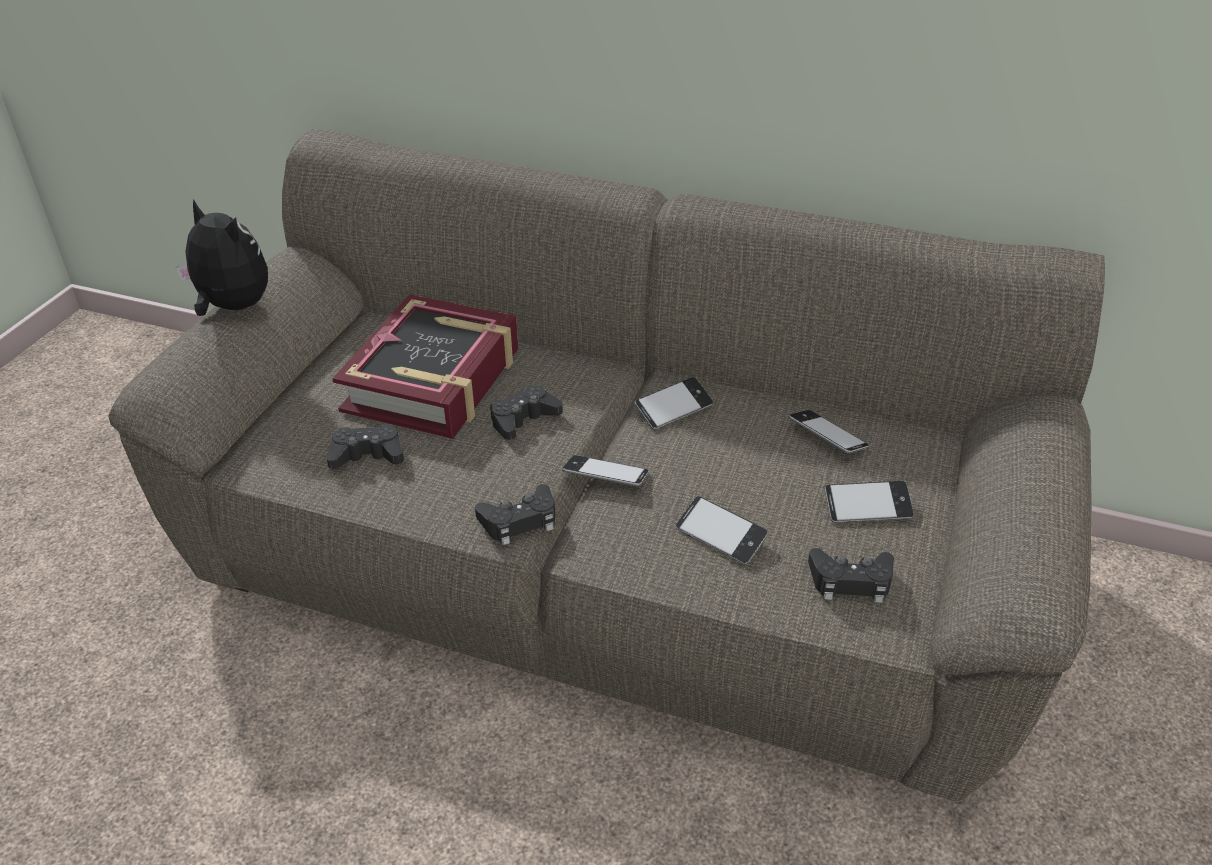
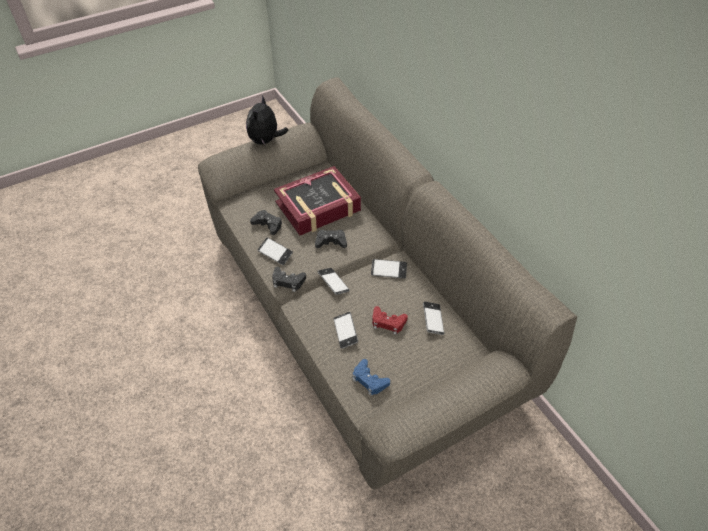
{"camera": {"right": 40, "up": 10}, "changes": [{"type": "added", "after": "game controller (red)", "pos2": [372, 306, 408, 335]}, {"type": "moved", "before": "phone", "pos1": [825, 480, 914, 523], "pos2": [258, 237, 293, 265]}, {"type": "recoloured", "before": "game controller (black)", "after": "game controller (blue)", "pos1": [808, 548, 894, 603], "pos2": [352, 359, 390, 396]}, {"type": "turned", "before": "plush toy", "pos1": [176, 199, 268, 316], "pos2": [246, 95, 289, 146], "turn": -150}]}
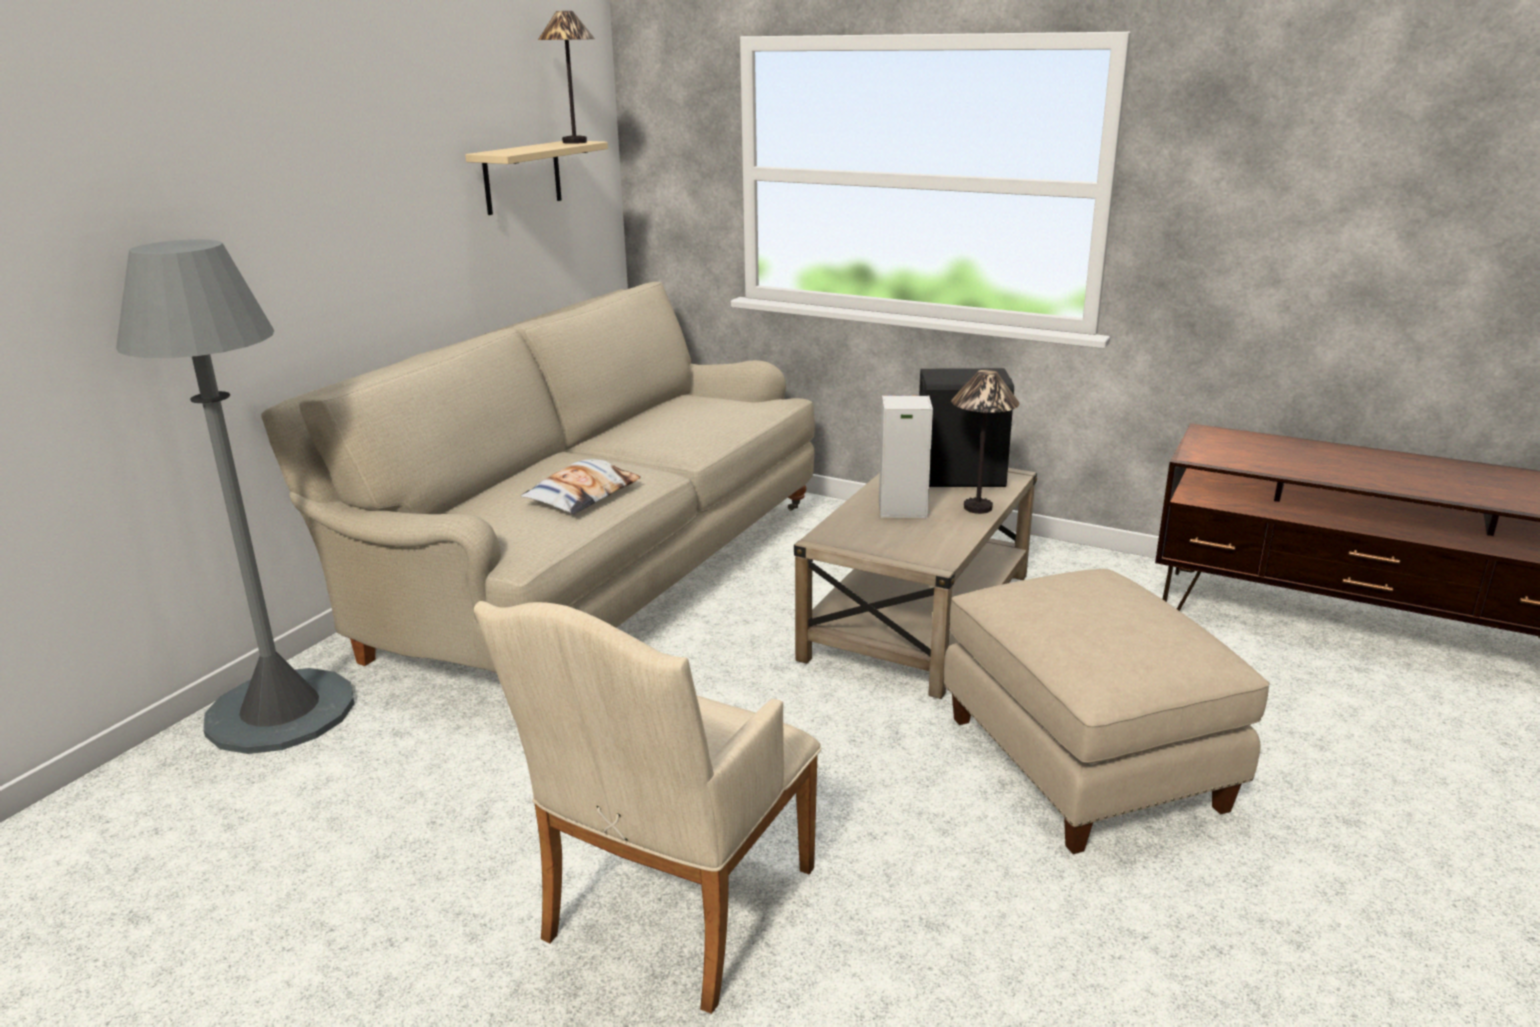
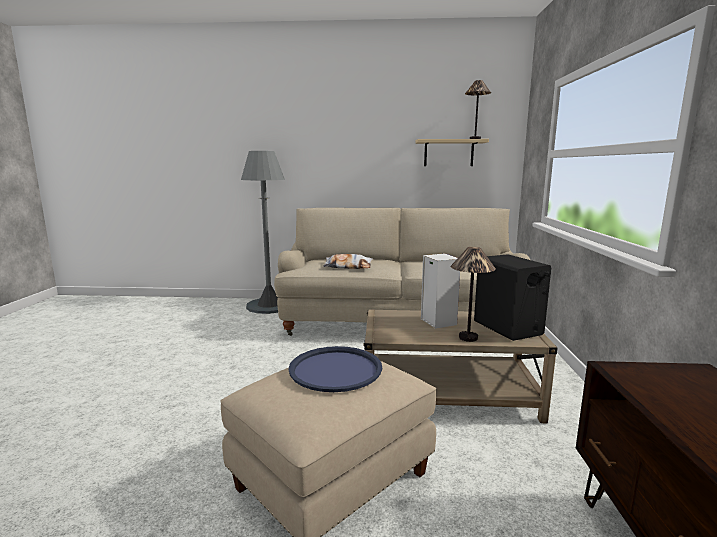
{"camera": {"right": 65, "up": -10}, "changes": [{"type": "removed", "before": "armchair (beige)", "pos1": [474, 601, 821, 1014]}, {"type": "added", "after": "tray (blue)", "pos2": [289, 346, 382, 392]}]}
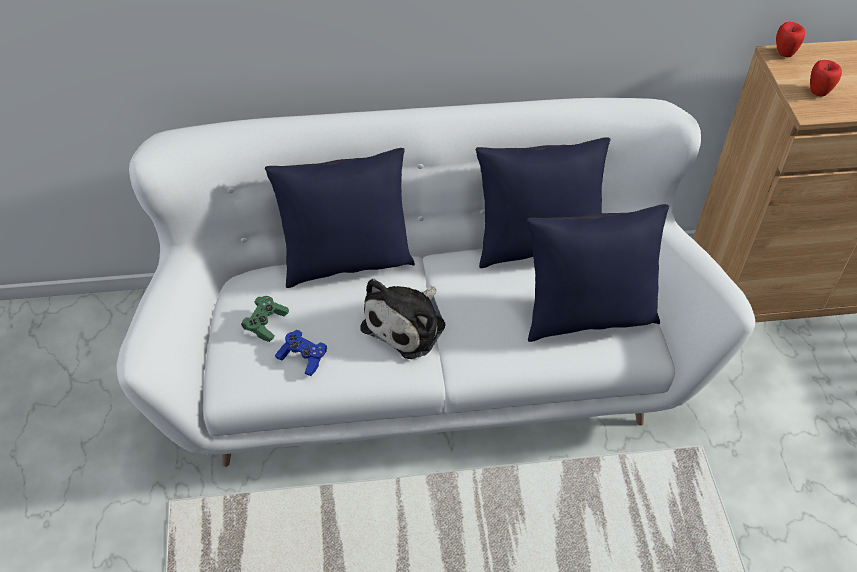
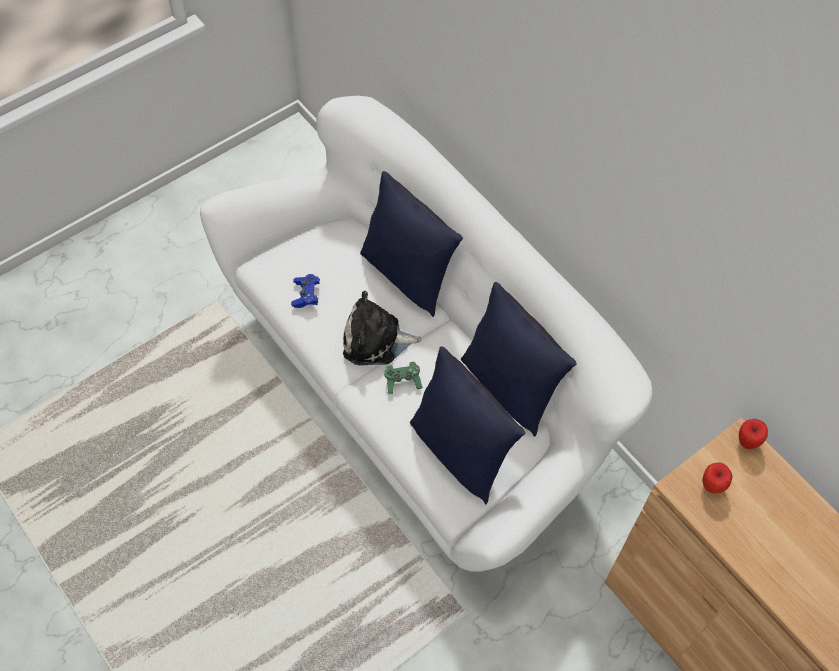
{"camera": {"right": 60, "up": 10}, "changes": [{"type": "moved", "before": "game controller (green)", "pos1": [241, 296, 289, 342], "pos2": [384, 362, 423, 394]}]}
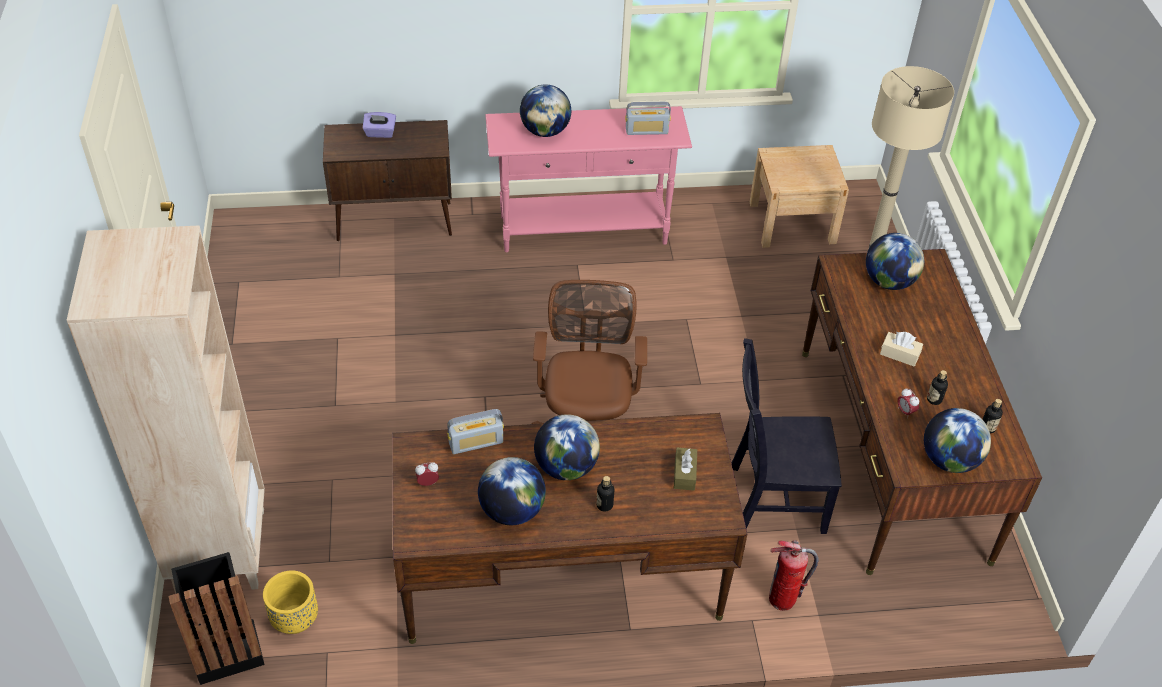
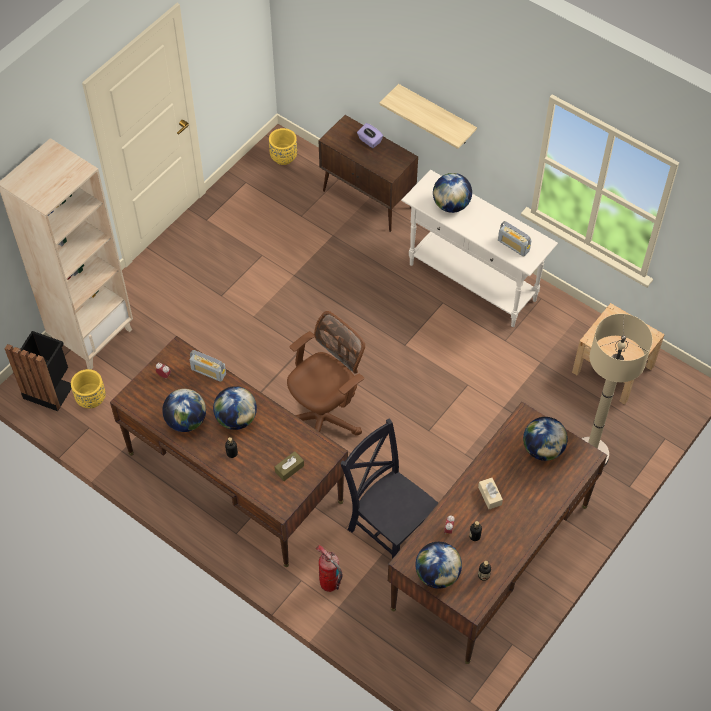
{"camera": {"right": 45, "up": 10}, "changes": [{"type": "added", "after": "planter (yellow)", "pos2": [269, 128, 297, 165]}, {"type": "added", "after": "shelf", "pos2": [379, 84, 477, 149]}, {"type": "recoloured", "before": "console table (pink)", "after": "console table (white)", "pos1": [485, 106, 692, 252], "pos2": [401, 170, 558, 327]}]}
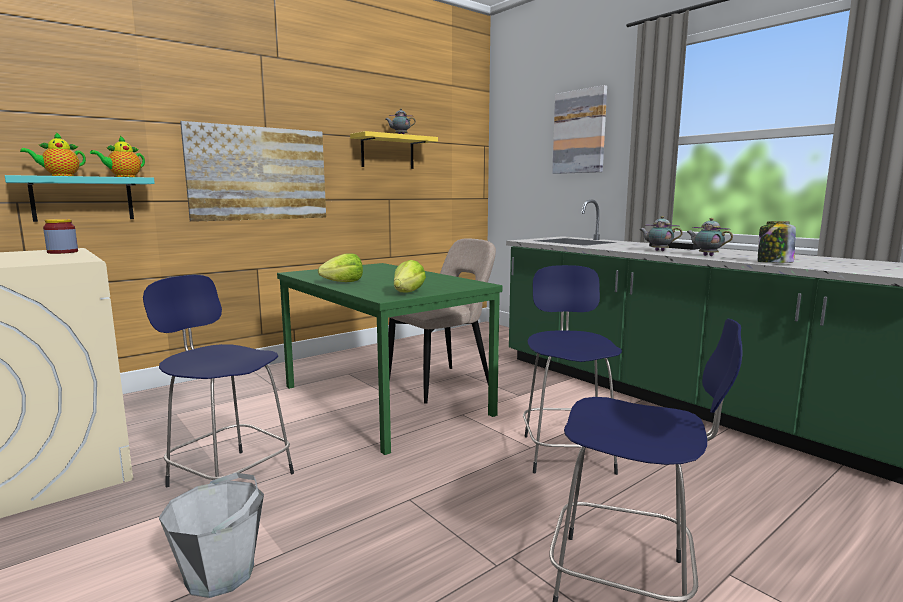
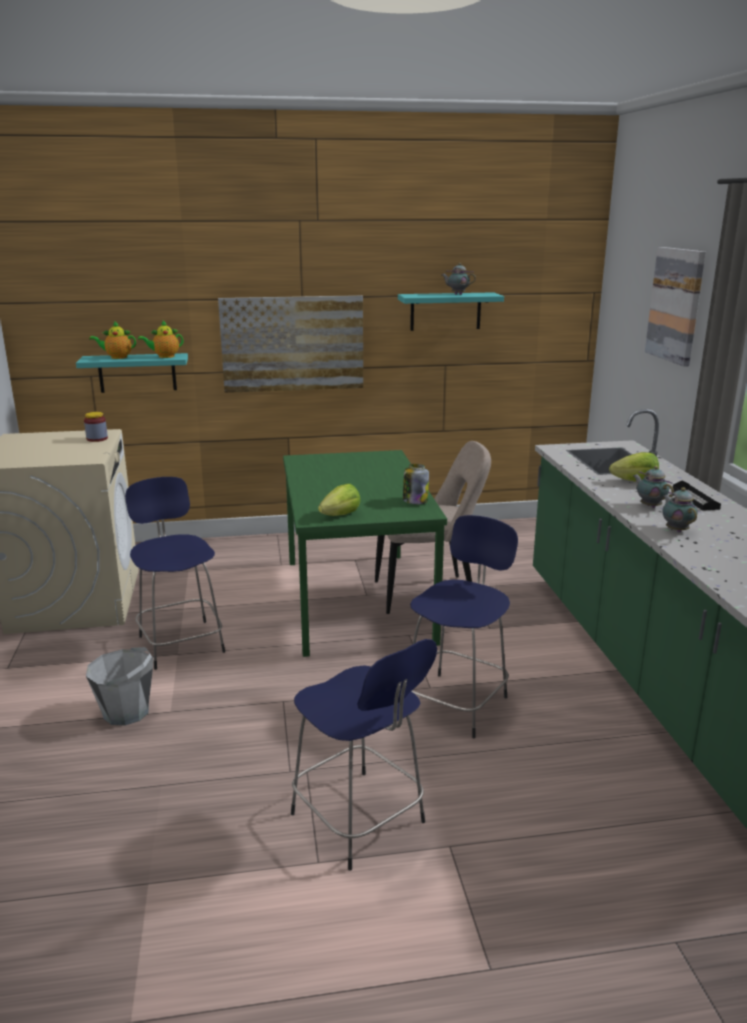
{"camera": {"right": 30, "up": 10}, "changes": [{"type": "moved", "before": "lettuce", "pos1": [318, 253, 363, 282], "pos2": [609, 452, 659, 482]}, {"type": "moved", "before": "jar", "pos1": [758, 221, 796, 263], "pos2": [403, 464, 429, 504]}, {"type": "recoloured", "before": "shelf (yellow)", "after": "shelf (turquoise)", "pos1": [350, 131, 438, 169], "pos2": [398, 292, 504, 331]}]}
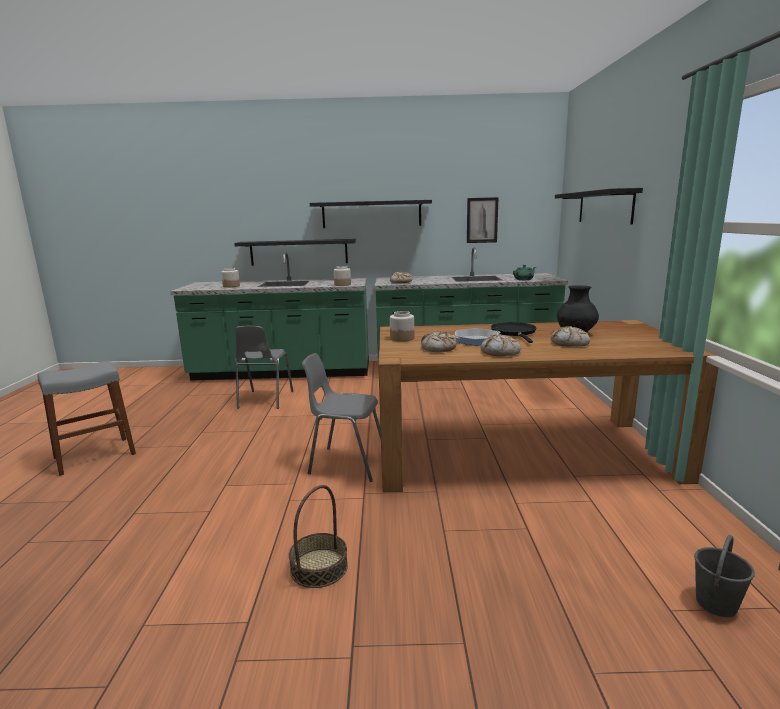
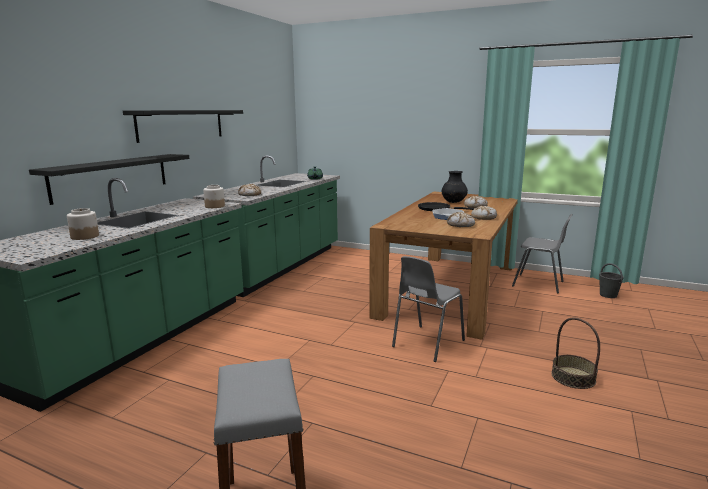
{"camera": {"right": -65, "up": 0}, "changes": [{"type": "removed", "before": "jar", "pos1": [390, 311, 414, 342]}, {"type": "removed", "before": "picture", "pos1": [467, 197, 499, 243]}, {"type": "removed", "before": "shelf (black)", "pos1": [555, 188, 643, 224]}, {"type": "moved", "before": "chair (grey)", "pos1": [235, 326, 293, 409], "pos2": [512, 214, 573, 294]}]}
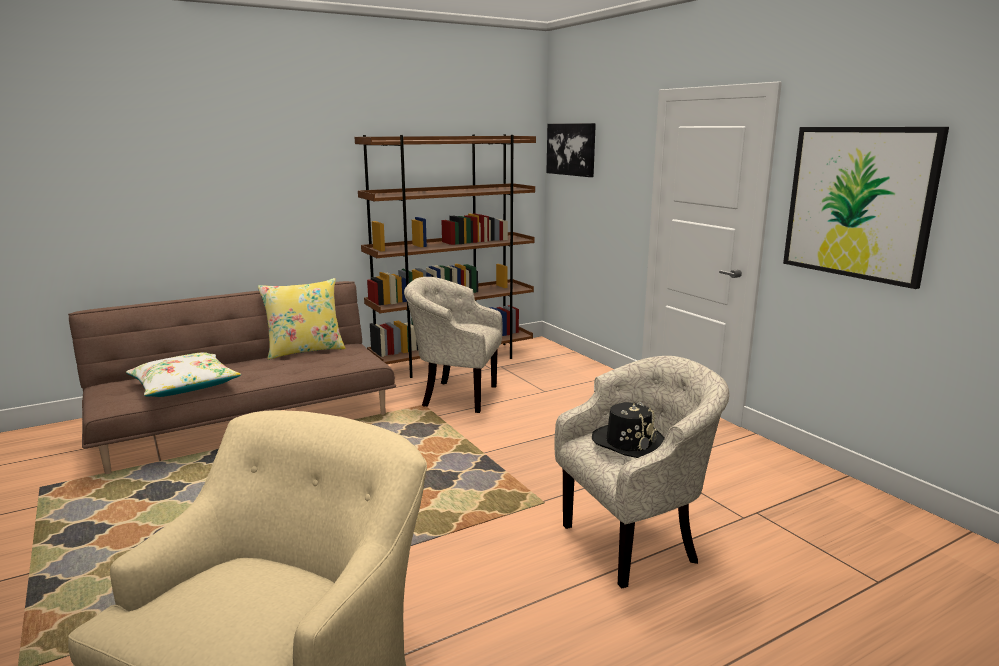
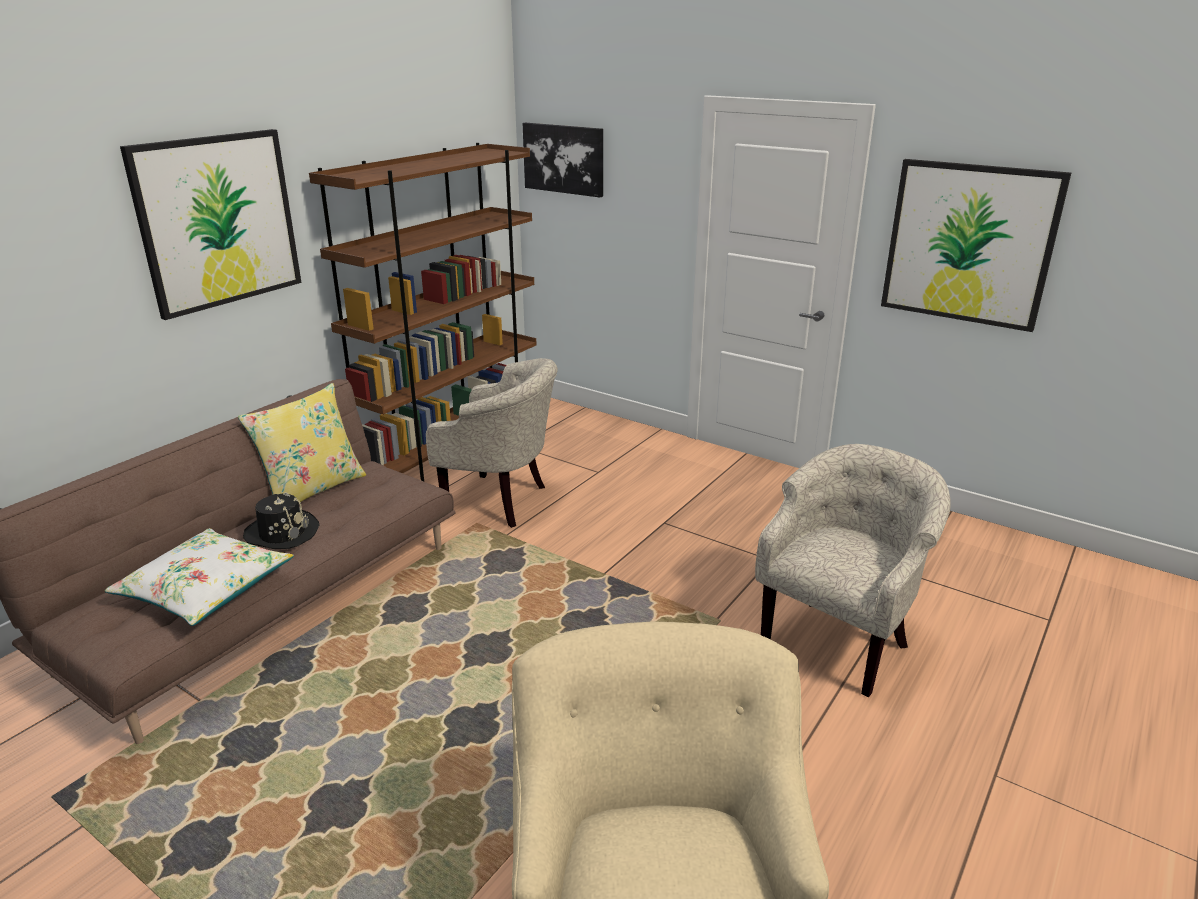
{"camera": {"right": -25, "up": 10}, "changes": [{"type": "added", "after": "picture", "pos2": [120, 129, 302, 320]}, {"type": "moved", "before": "hat (black)", "pos1": [592, 402, 665, 458], "pos2": [243, 492, 320, 549]}, {"type": "turned", "before": "armchair (beige)", "pos1": [404, 277, 503, 413], "pos2": [426, 358, 558, 528], "turn": -150}]}
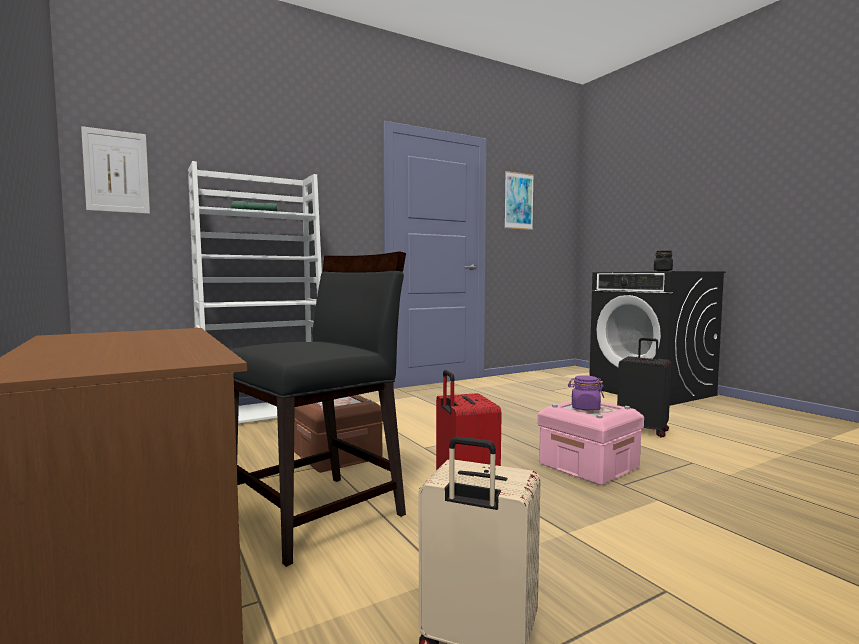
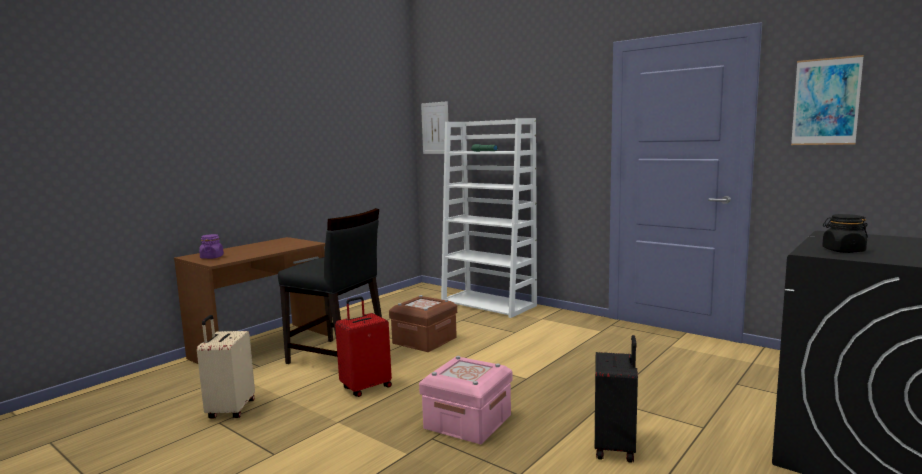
{"camera": {"right": 70, "up": 5}, "changes": [{"type": "moved", "before": "jar (purple)", "pos1": [568, 375, 604, 411], "pos2": [199, 234, 224, 259]}]}
